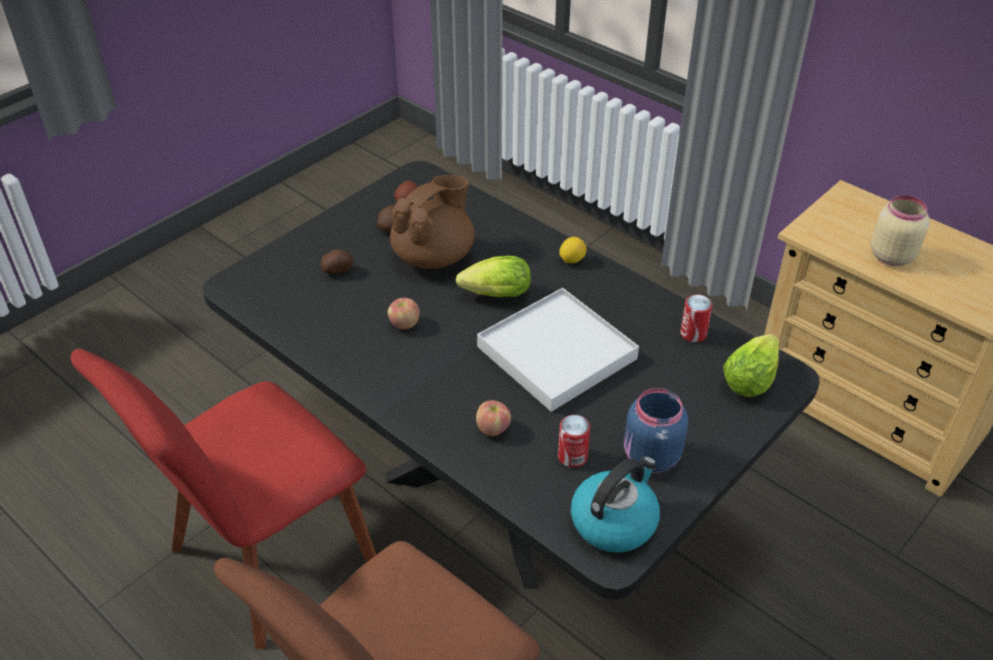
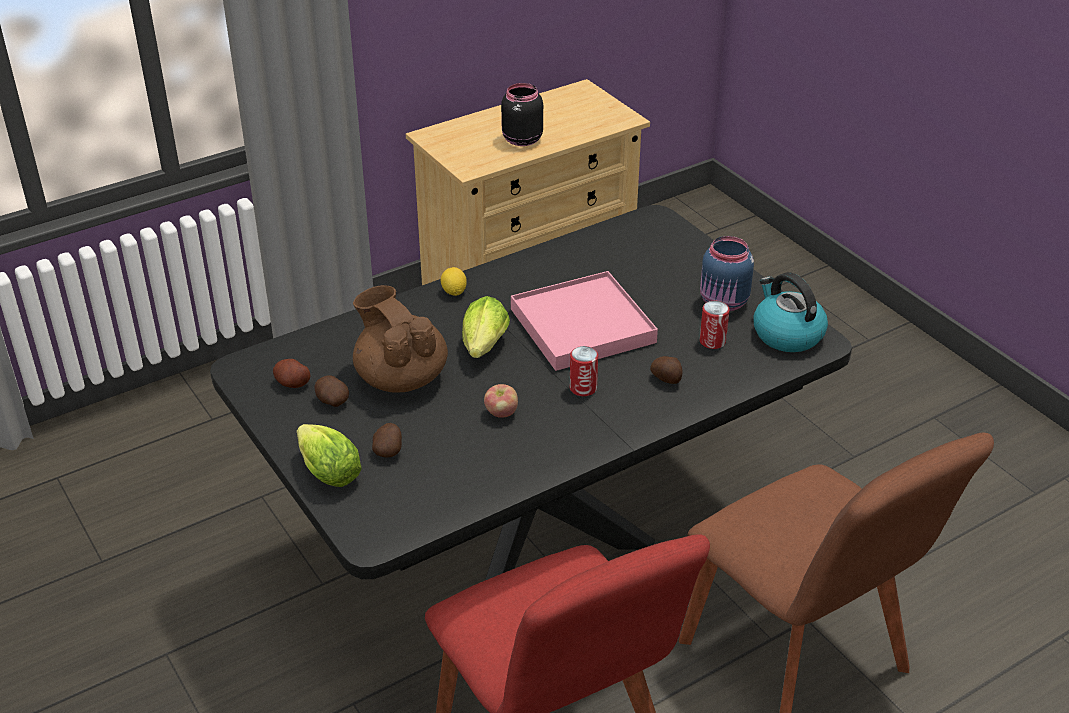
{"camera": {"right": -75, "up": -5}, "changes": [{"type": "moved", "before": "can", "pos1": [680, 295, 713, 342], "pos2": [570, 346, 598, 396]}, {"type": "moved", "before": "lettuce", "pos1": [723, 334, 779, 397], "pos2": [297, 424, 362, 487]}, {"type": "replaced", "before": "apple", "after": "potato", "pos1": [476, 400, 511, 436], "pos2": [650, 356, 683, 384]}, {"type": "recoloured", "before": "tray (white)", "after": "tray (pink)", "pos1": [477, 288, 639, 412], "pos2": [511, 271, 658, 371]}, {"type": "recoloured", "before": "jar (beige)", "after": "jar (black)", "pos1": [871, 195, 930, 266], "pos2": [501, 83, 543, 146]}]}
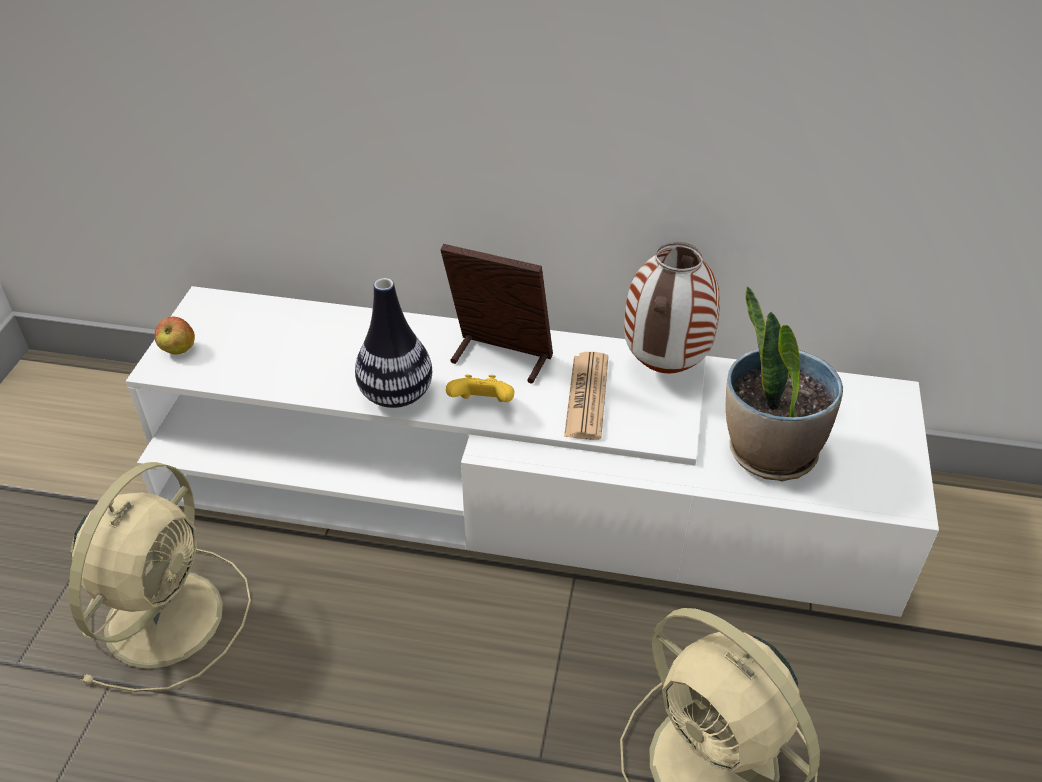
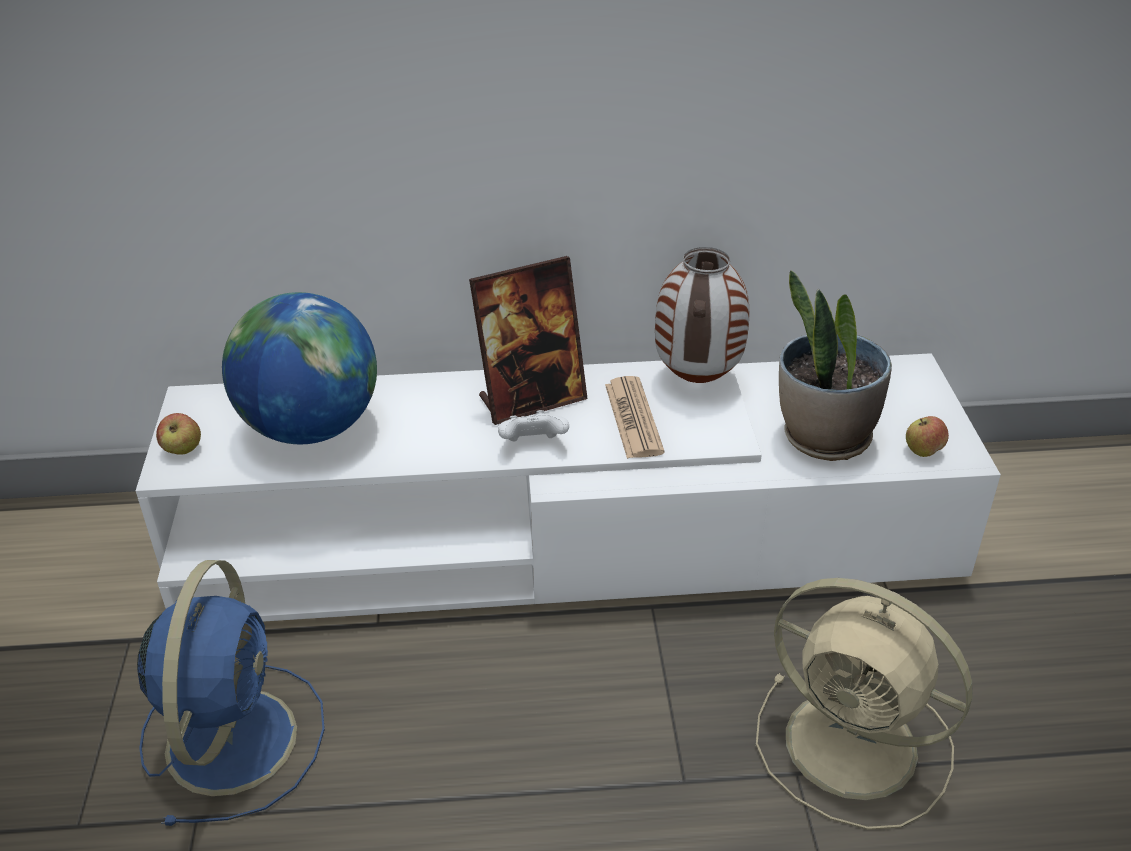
{"camera": {"right": -15, "up": -5}, "changes": [{"type": "removed", "before": "vase", "pos1": [355, 278, 432, 408]}, {"type": "added", "after": "globe", "pos2": [222, 292, 377, 444]}, {"type": "added", "after": "apple", "pos2": [906, 416, 949, 457]}, {"type": "recoloured", "before": "fan (beige)", "after": "fan (blue)", "pos1": [69, 462, 251, 692], "pos2": [137, 560, 325, 826]}, {"type": "recoloured", "before": "game controller (yellow)", "after": "game controller (white)", "pos1": [446, 374, 514, 402], "pos2": [498, 410, 569, 442]}, {"type": "turned", "before": "picture frame", "pos1": [440, 244, 553, 384], "pos2": [469, 256, 588, 425], "turn": 150}]}
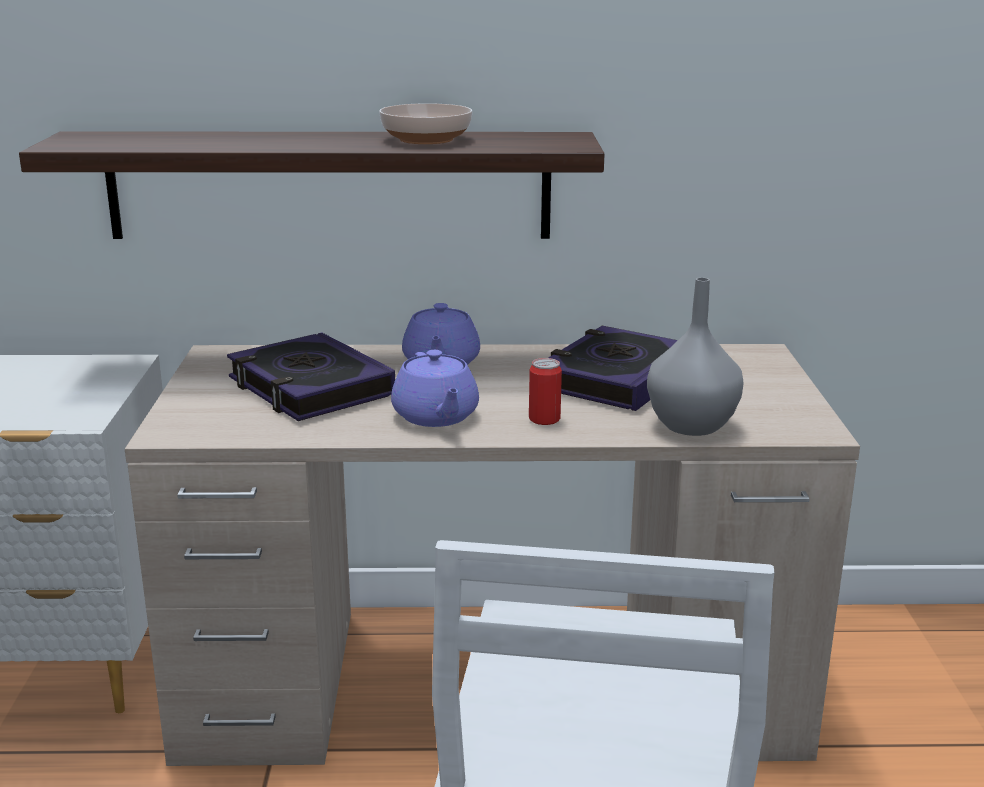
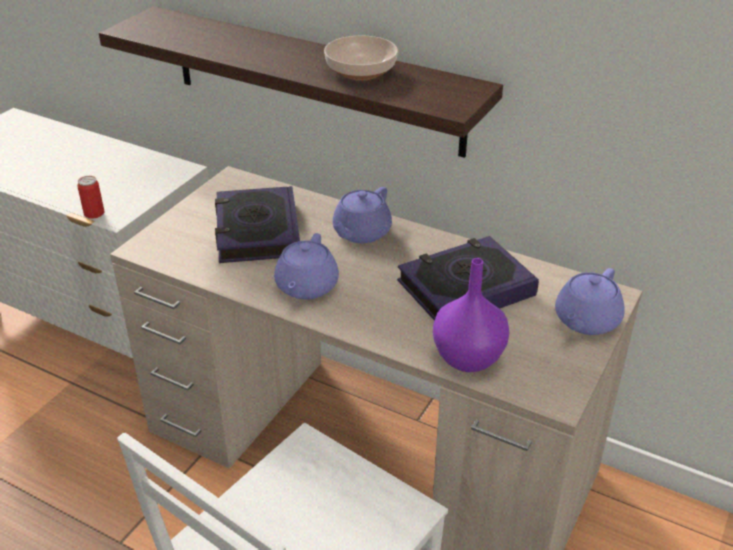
{"camera": {"right": 30, "up": 15}, "changes": [{"type": "added", "after": "teapot (purple)", "pos2": [555, 268, 625, 335]}, {"type": "moved", "before": "can", "pos1": [529, 358, 562, 425], "pos2": [77, 176, 105, 219]}, {"type": "recoloured", "before": "vase (grey)", "after": "vase (purple)", "pos1": [647, 277, 744, 436], "pos2": [433, 258, 510, 372]}]}
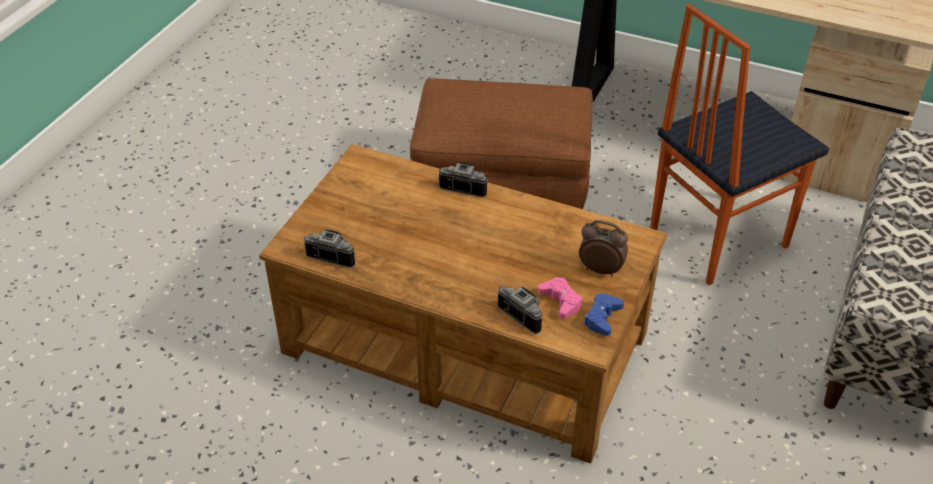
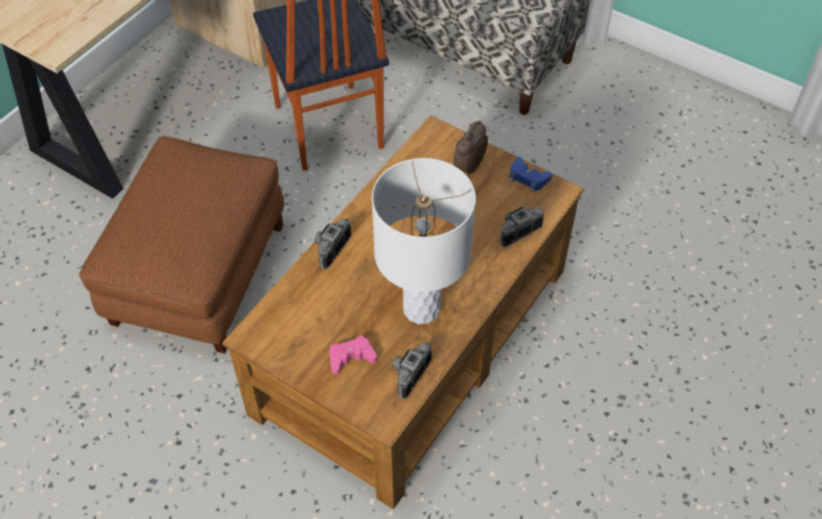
{"camera": {"right": -80, "up": 10}, "changes": [{"type": "added", "after": "table lamp (white)", "pos2": [372, 158, 476, 324]}, {"type": "moved", "before": "game controller (pink)", "pos1": [538, 277, 582, 319], "pos2": [329, 336, 377, 375]}]}
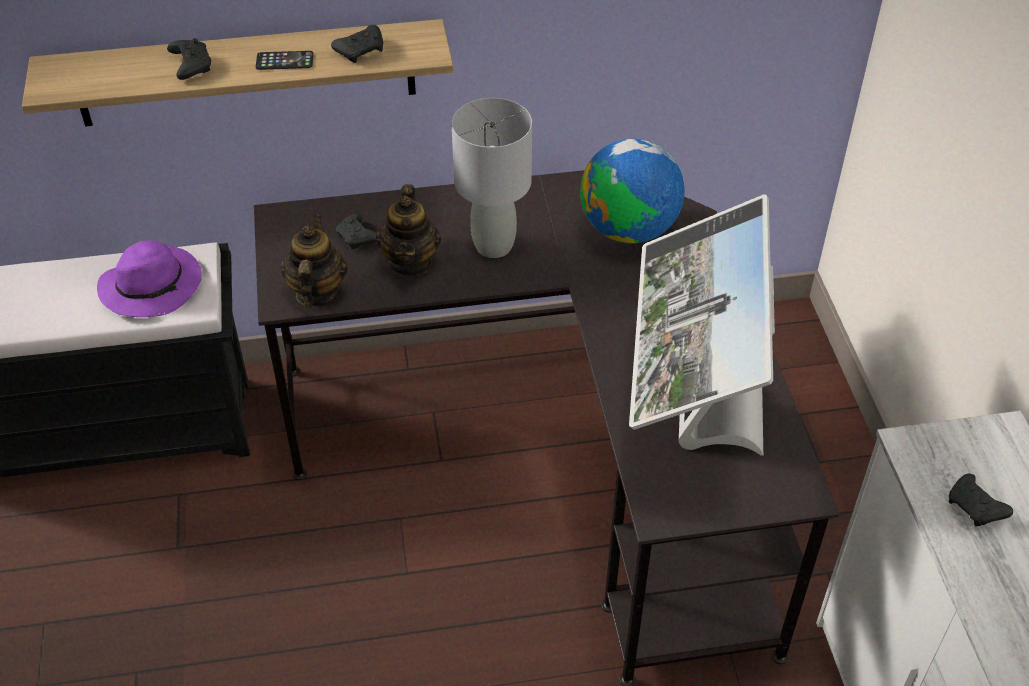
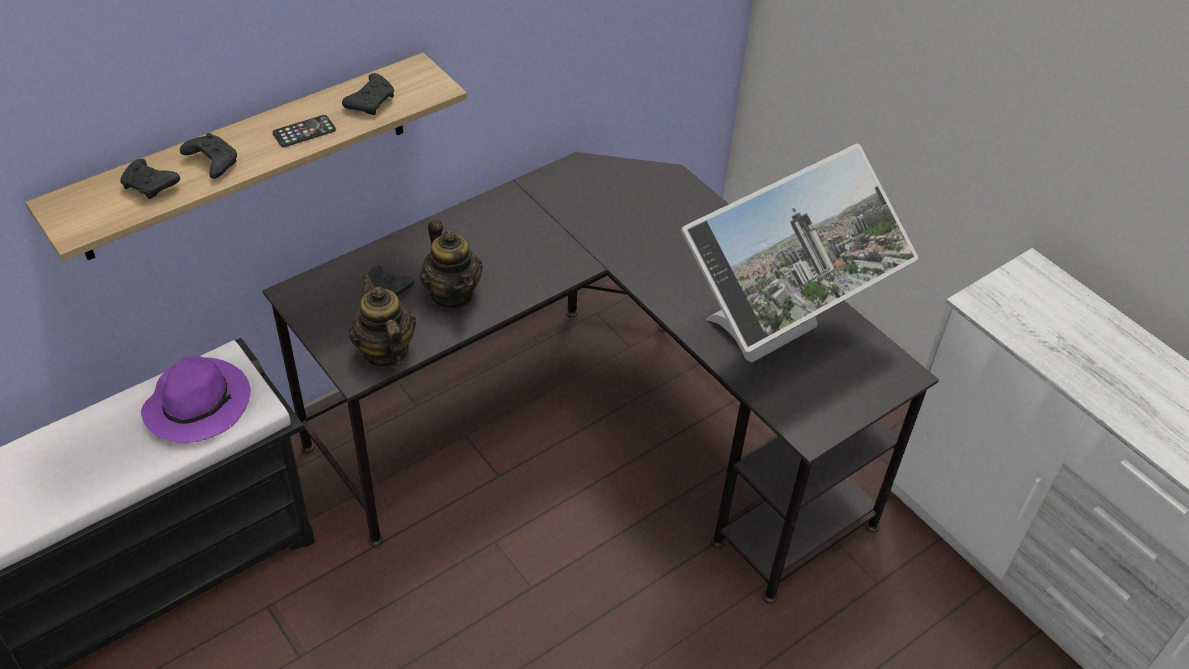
{"camera": {"right": -30, "up": 0}, "changes": [{"type": "removed", "before": "table lamp (grey)", "pos1": [452, 98, 532, 258]}, {"type": "removed", "before": "globe", "pos1": [580, 139, 685, 243]}, {"type": "moved", "before": "game controller (black)", "pos1": [949, 474, 1013, 527], "pos2": [120, 159, 180, 199]}, {"type": "turned", "before": "monitor", "pos1": [629, 194, 775, 456], "pos2": [681, 144, 918, 362], "turn": -105}]}
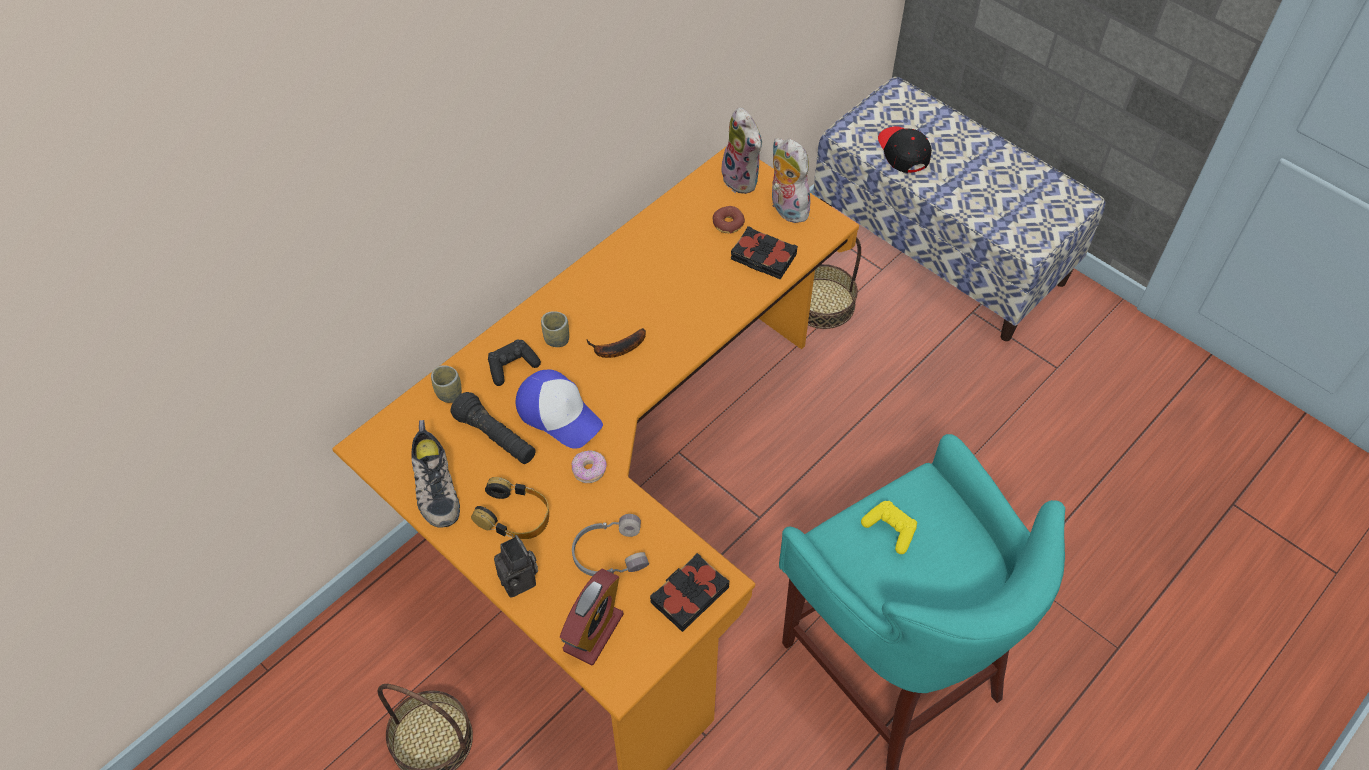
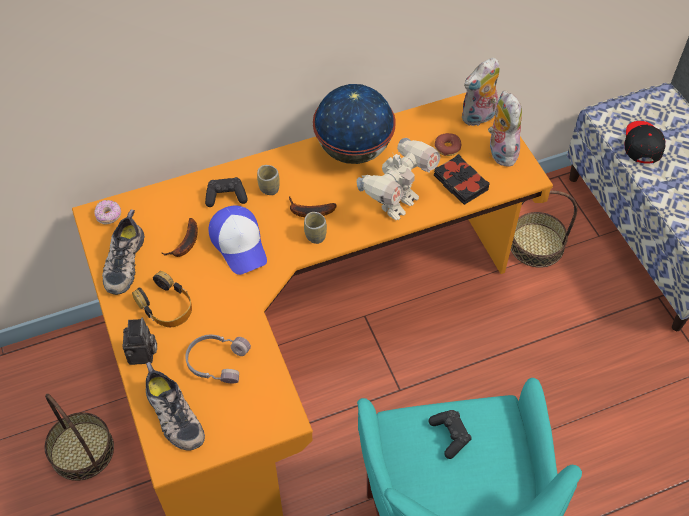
{"camera": {"right": 25, "up": 0}, "changes": [{"type": "removed", "before": "book (black)", "pos1": [650, 553, 729, 632]}, {"type": "added", "after": "globe", "pos2": [313, 84, 396, 164]}, {"type": "added", "after": "toy robot", "pos2": [357, 138, 440, 220]}, {"type": "moved", "before": "cup", "pos1": [431, 365, 462, 403], "pos2": [304, 212, 327, 244]}, {"type": "moved", "before": "donut", "pos1": [571, 450, 607, 483], "pos2": [94, 200, 121, 224]}, {"type": "replaced", "before": "flashlight (black)", "after": "banana", "pos1": [451, 392, 536, 464], "pos2": [162, 218, 198, 257]}, {"type": "replaced", "before": "alarm clock", "after": "shoe", "pos1": [560, 568, 623, 665], "pos2": [146, 362, 205, 451]}, {"type": "recoloured", "before": "game controller (yellow)", "after": "game controller (black)", "pos1": [861, 501, 917, 554], "pos2": [429, 410, 472, 459]}, {"type": "turned", "before": "plush toy", "pos1": [721, 107, 762, 194], "pos2": [462, 58, 500, 127], "turn": 60}]}
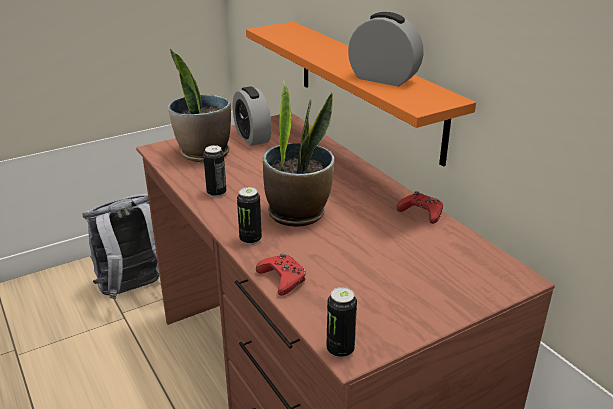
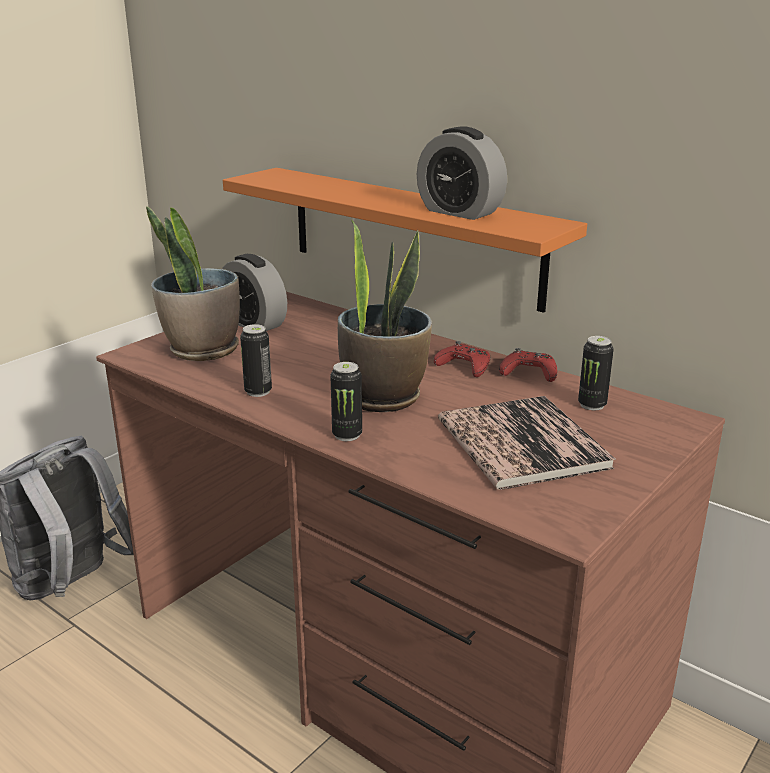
{"camera": {"right": -20, "up": -5}, "changes": [{"type": "added", "after": "book", "pos2": [438, 396, 616, 490]}, {"type": "moved", "before": "game controller (red)", "pos1": [256, 253, 306, 295], "pos2": [434, 341, 490, 377]}, {"type": "moved", "before": "can", "pos1": [326, 287, 357, 358], "pos2": [578, 336, 614, 410]}, {"type": "turned", "before": "alarm clock", "pos1": [348, 12, 424, 86], "pos2": [417, 126, 507, 220], "turn": -150}]}
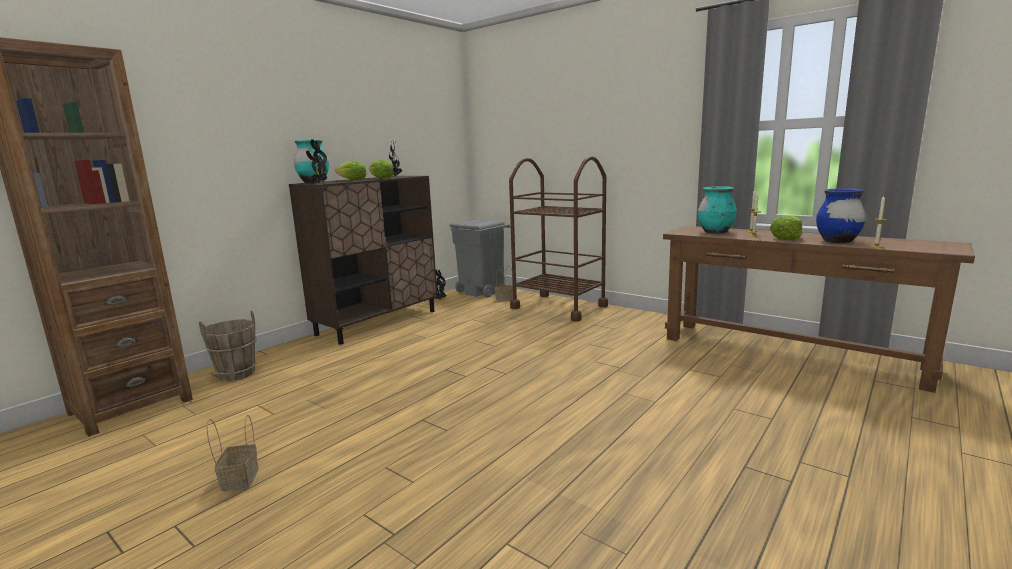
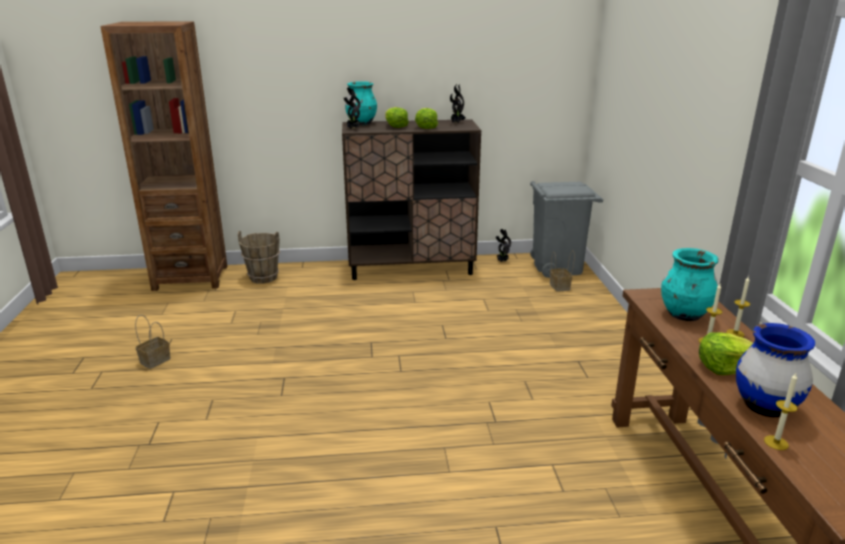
{"camera": {"right": 45, "up": 10}, "changes": [{"type": "removed", "before": "cart (brown)", "pos1": [509, 156, 608, 322]}]}
